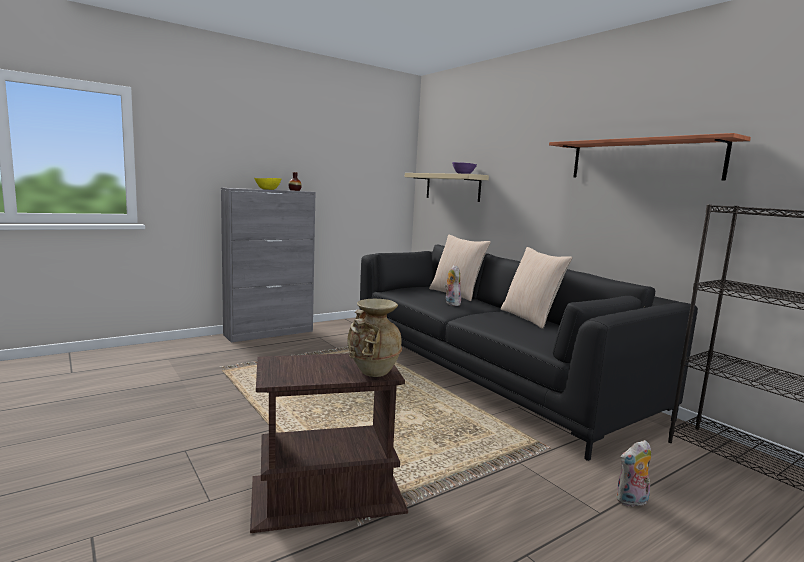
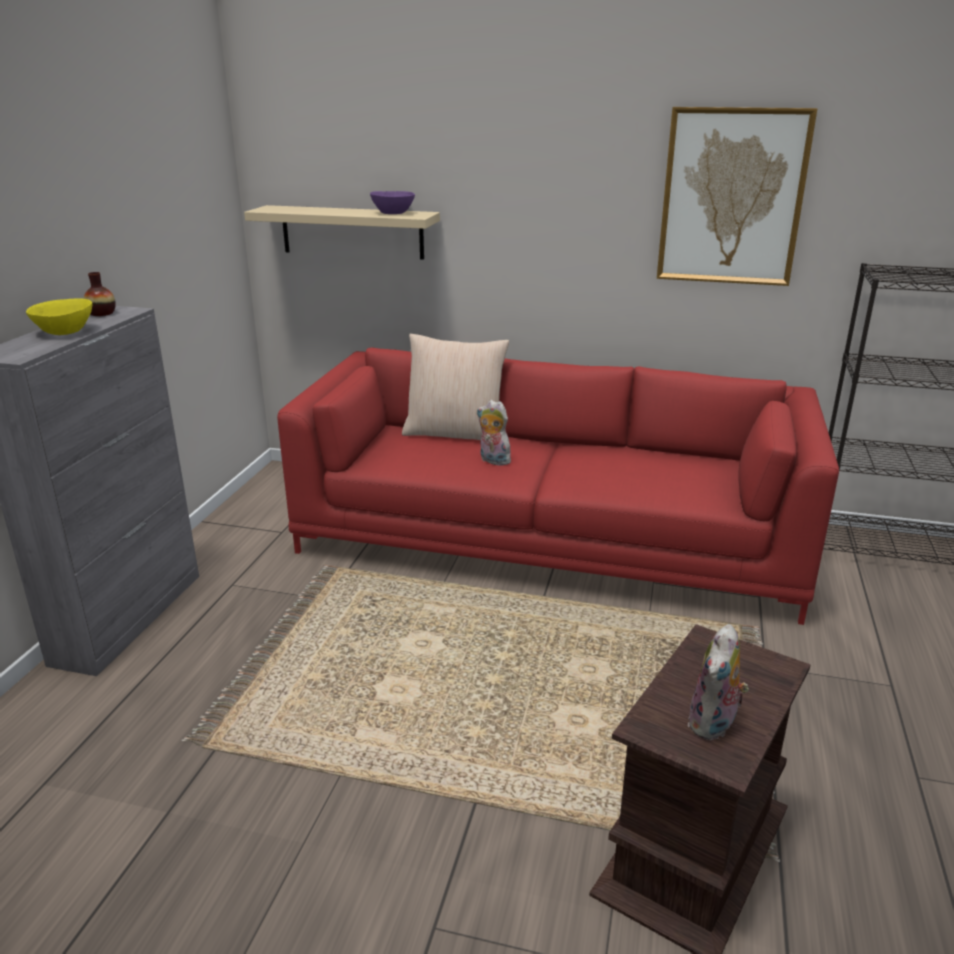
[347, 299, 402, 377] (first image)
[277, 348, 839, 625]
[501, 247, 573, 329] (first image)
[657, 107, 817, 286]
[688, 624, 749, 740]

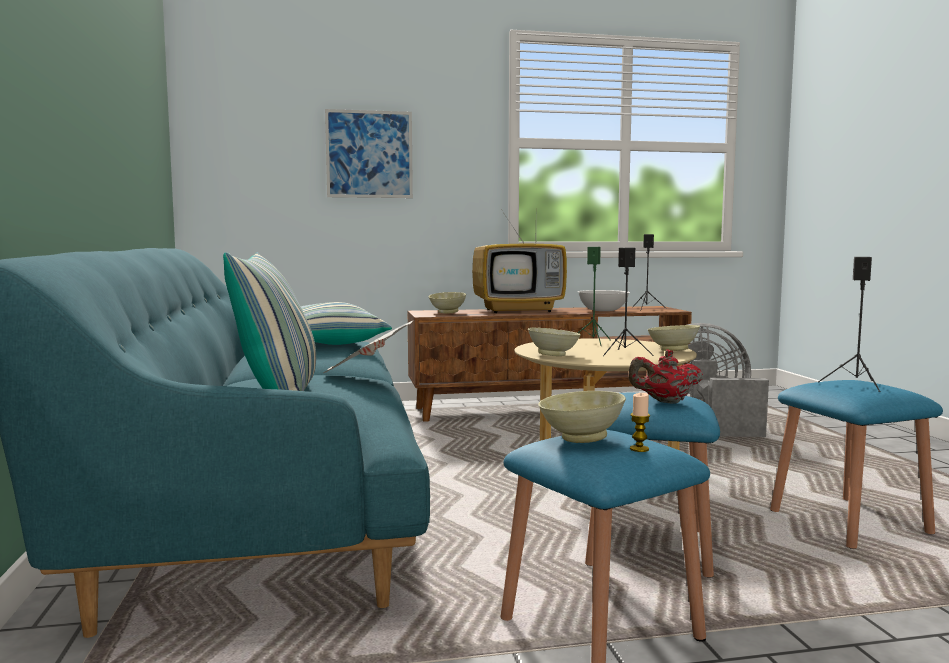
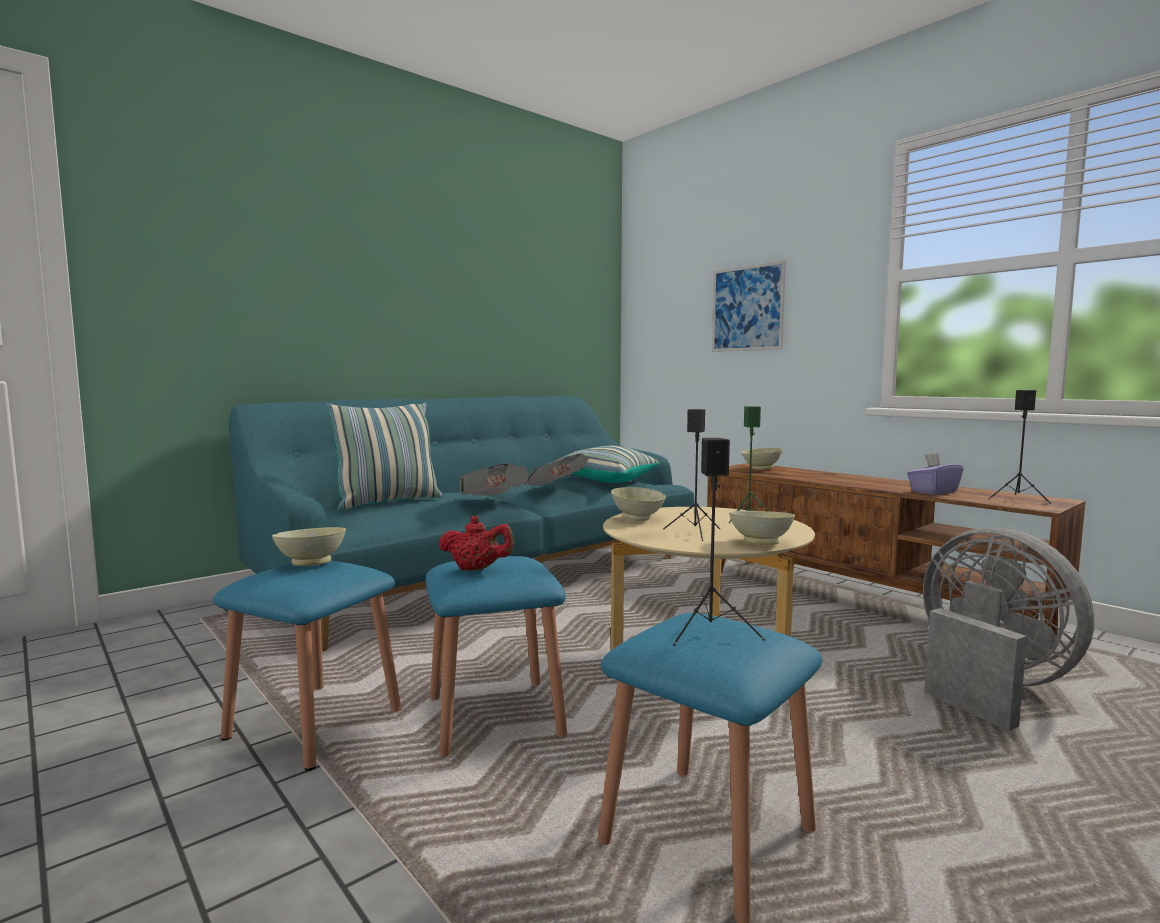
[472, 218, 567, 313] (first image)
[907, 453, 964, 495]
[439, 516, 514, 571]
[630, 393, 650, 452] (first image)
[522, 454, 590, 486]

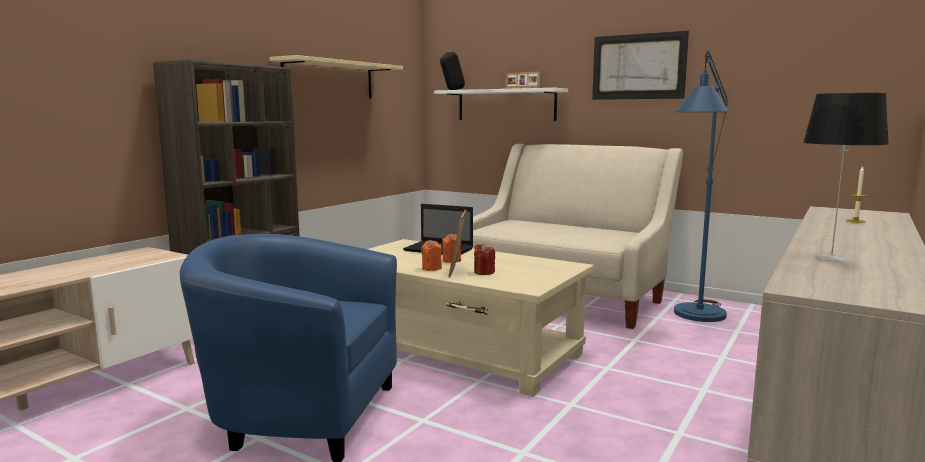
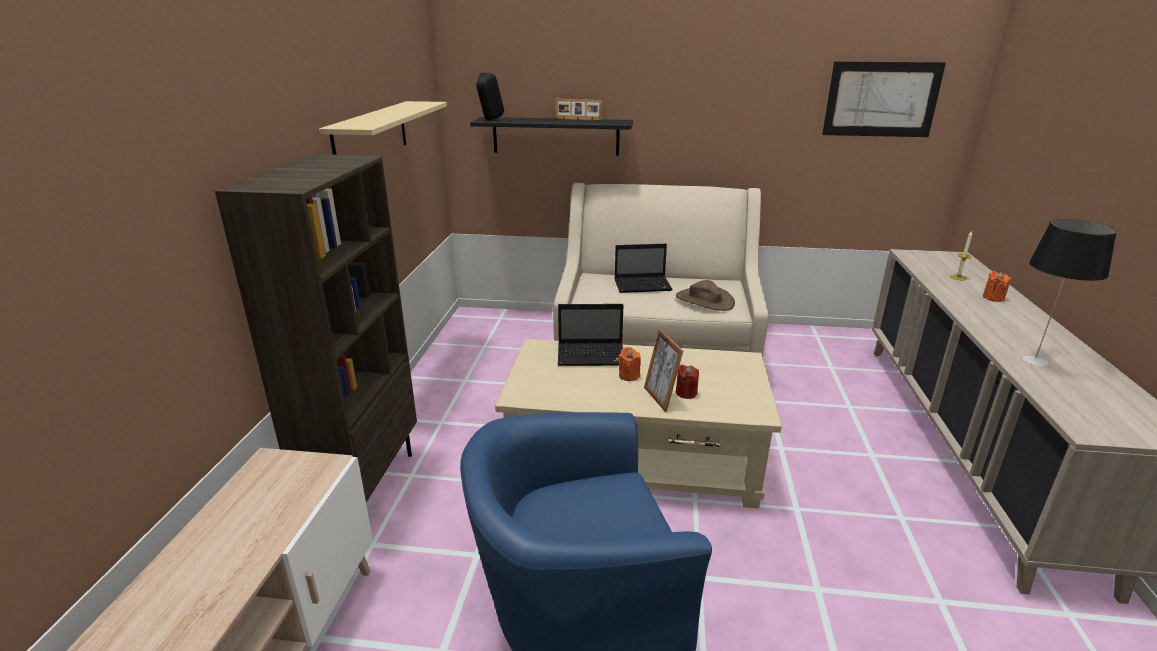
[983, 271, 1011, 302]
[470, 117, 633, 156]
[822, 62, 946, 137]
[674, 50, 730, 322] (first image)
[614, 244, 673, 293]
[676, 280, 735, 311]

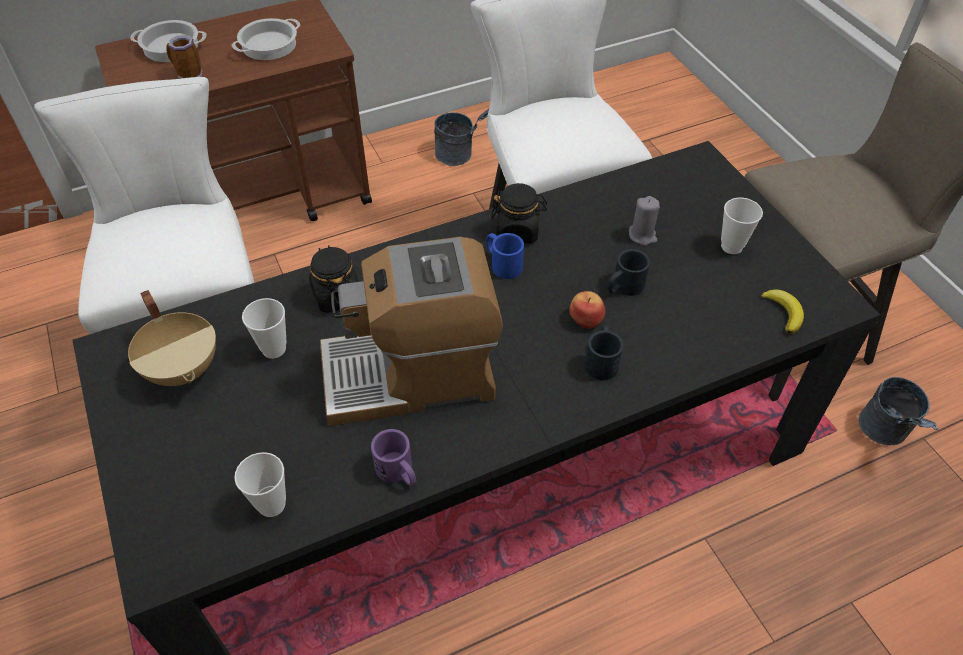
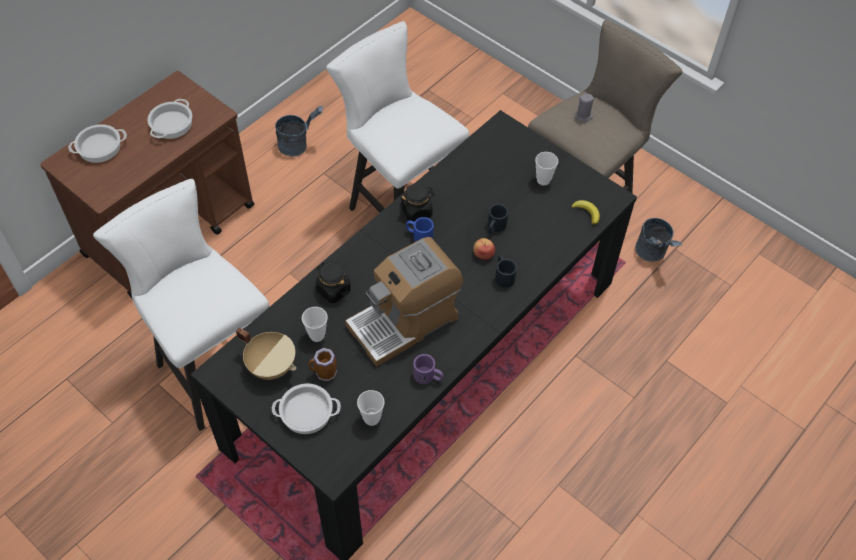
[308, 348, 337, 381]
[575, 93, 594, 122]
[272, 383, 341, 434]

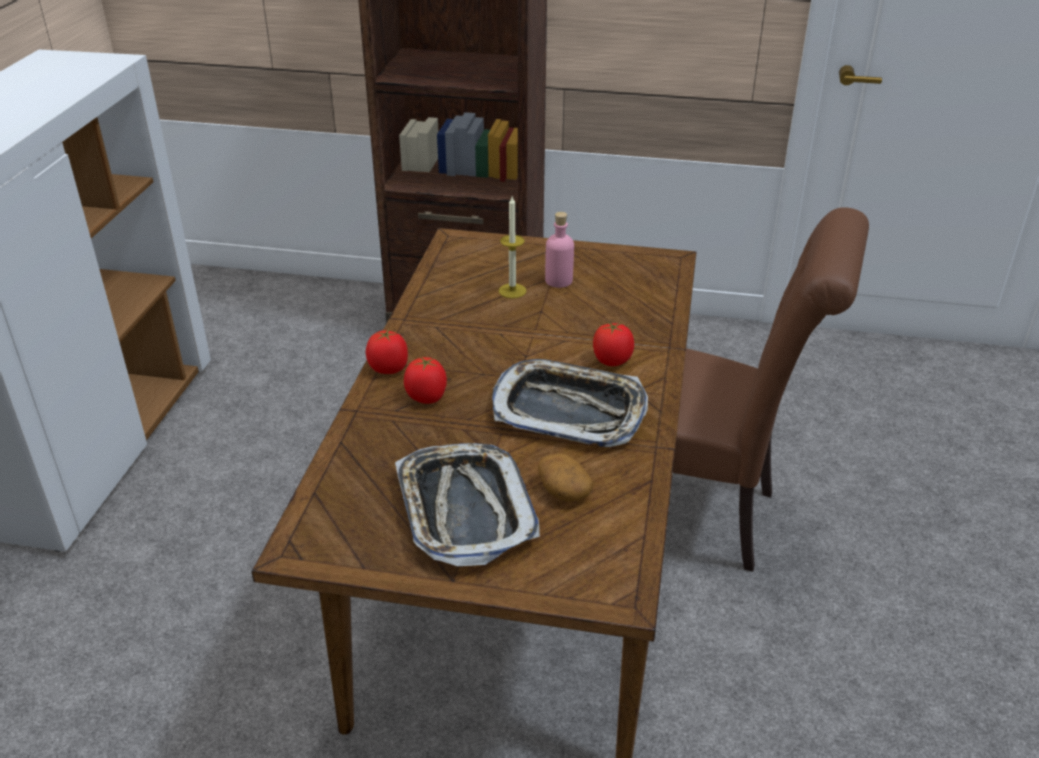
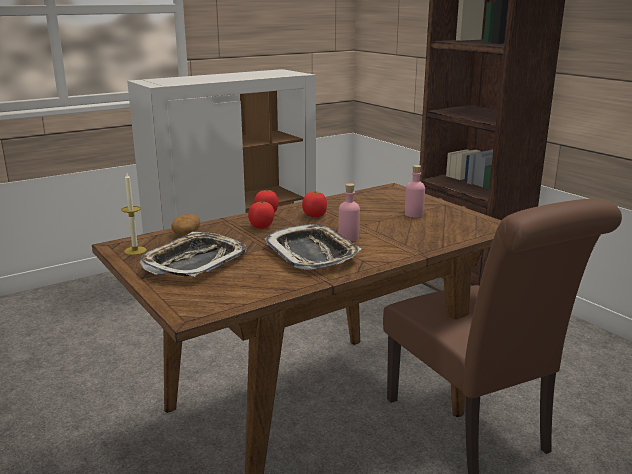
[121, 173, 147, 255]
[171, 214, 200, 236]
[302, 191, 327, 217]
[338, 183, 360, 241]

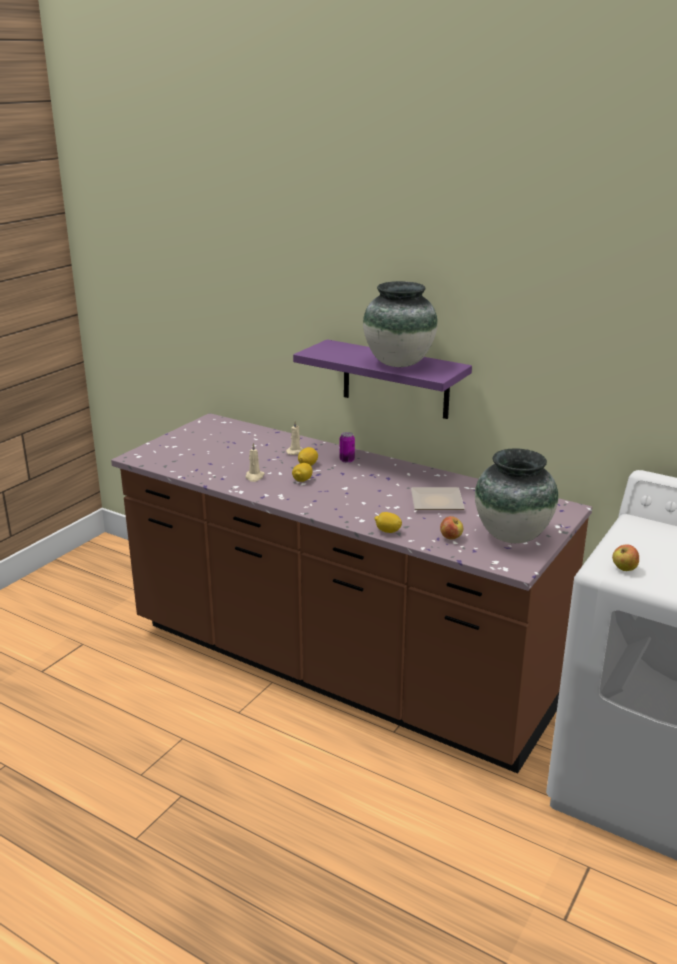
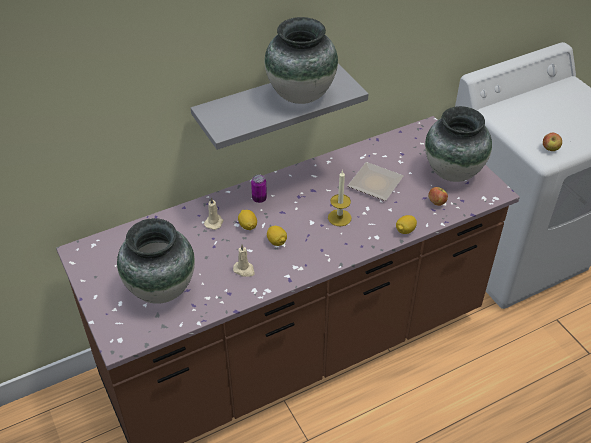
[191, 64, 369, 150]
[117, 218, 195, 304]
[328, 170, 352, 226]

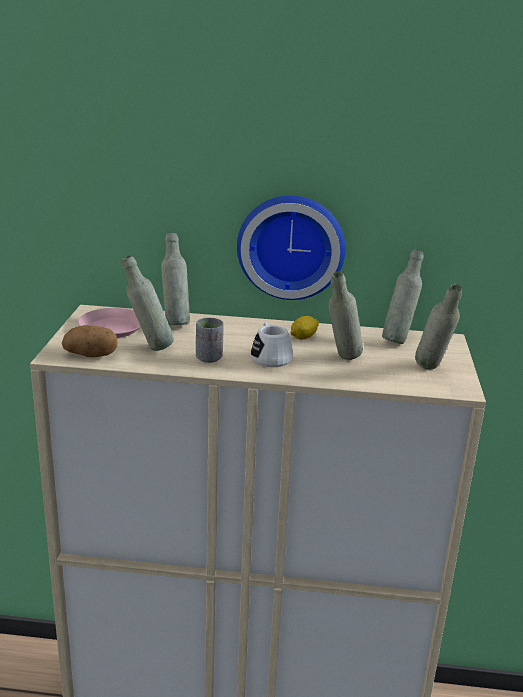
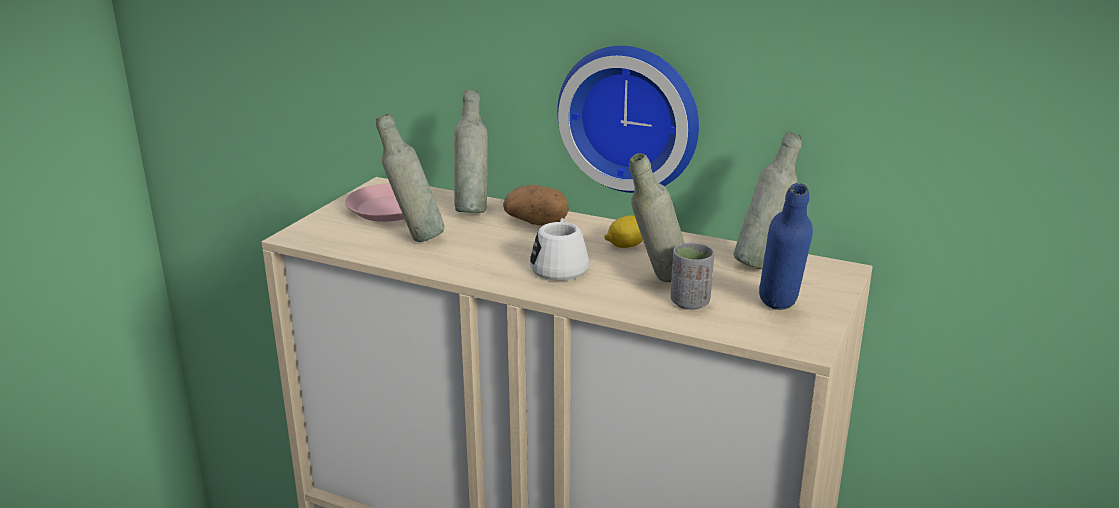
[503, 185, 569, 226]
[671, 242, 714, 310]
[759, 183, 813, 310]

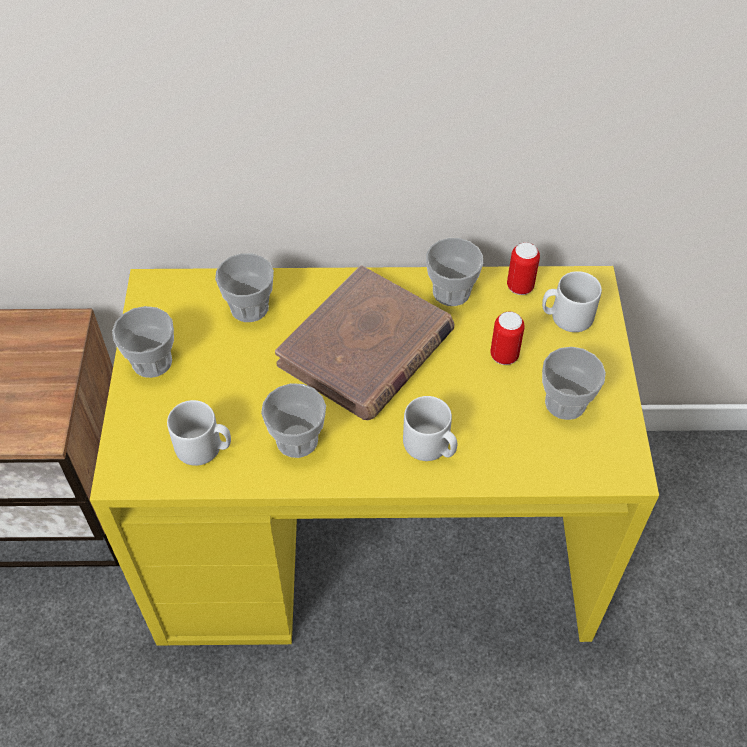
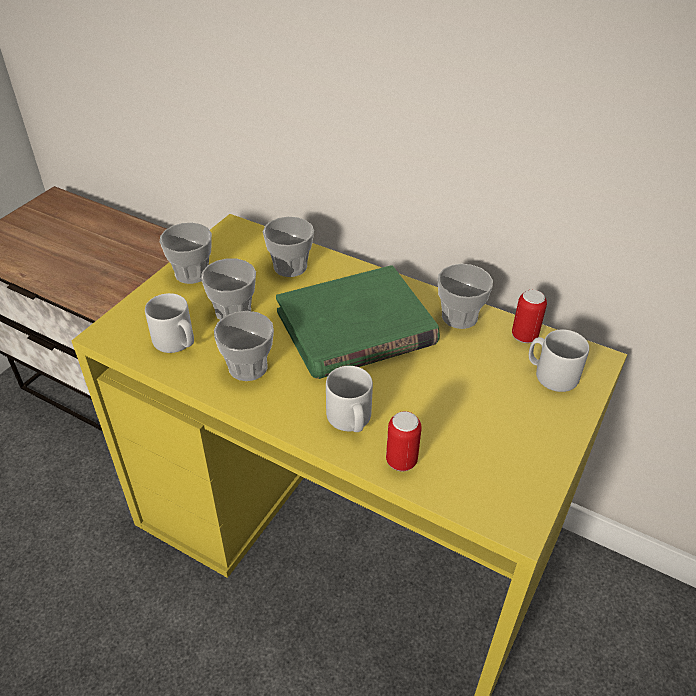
[276, 265, 440, 379]
[386, 411, 422, 471]
[201, 258, 256, 320]

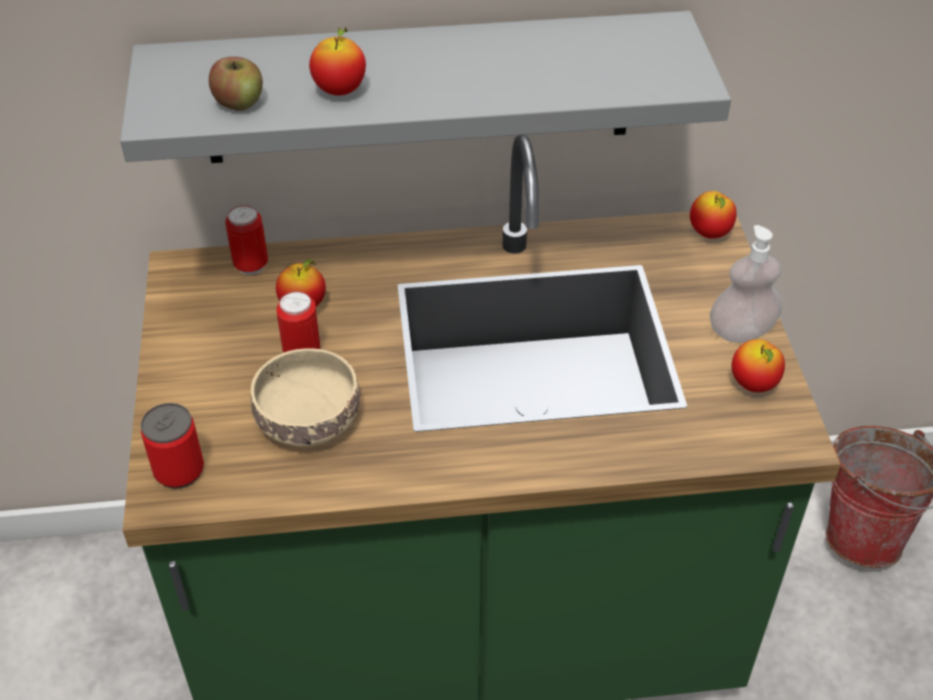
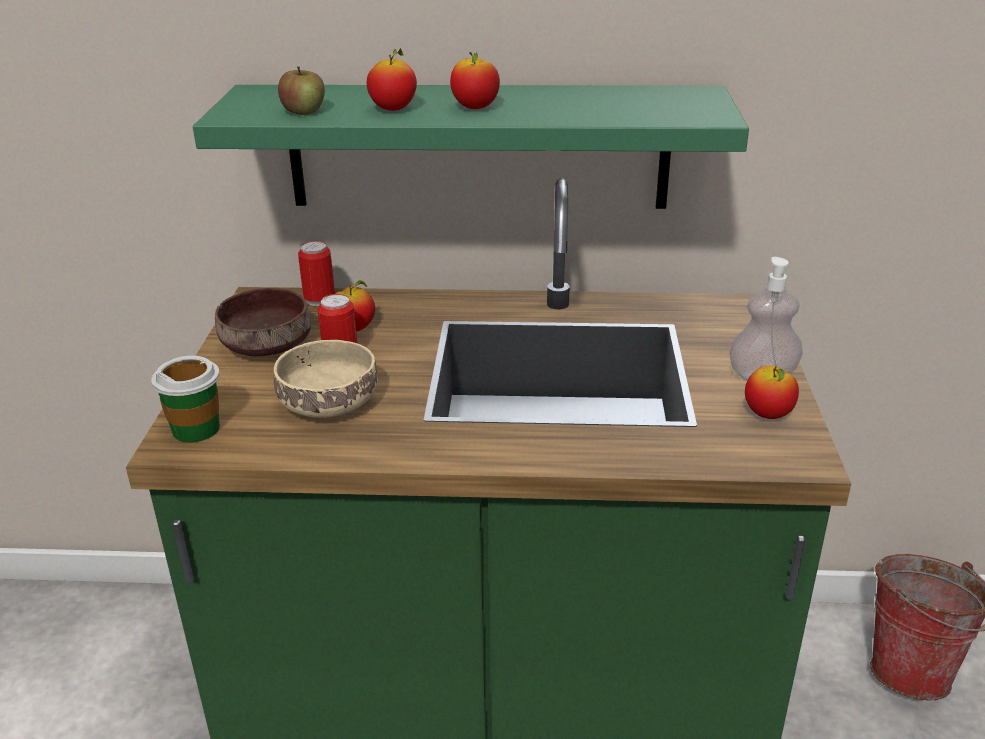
[193, 85, 749, 209]
[151, 356, 220, 443]
[450, 52, 500, 109]
[215, 288, 311, 356]

